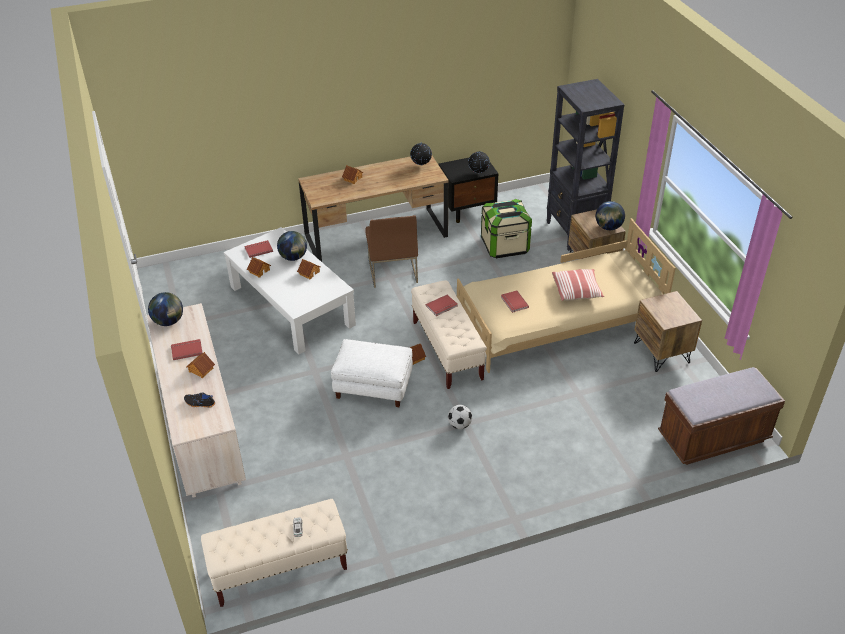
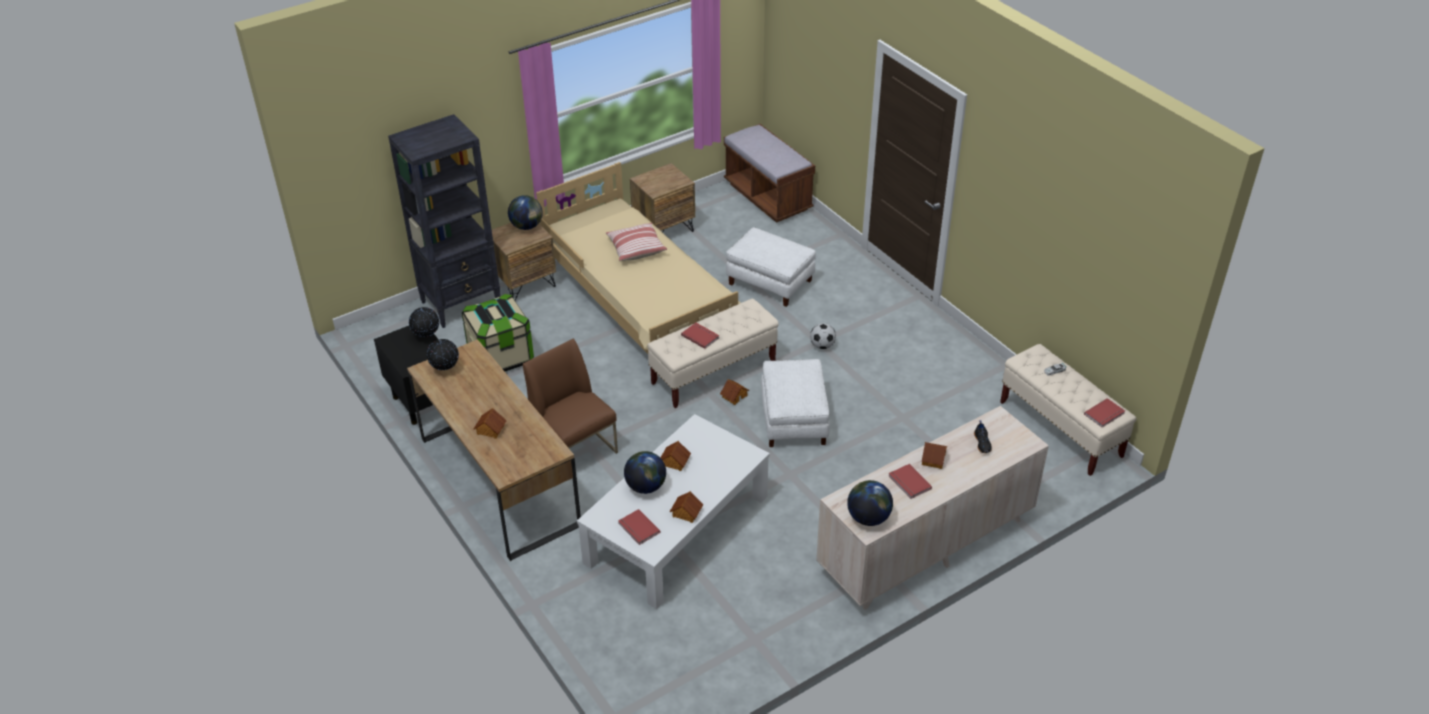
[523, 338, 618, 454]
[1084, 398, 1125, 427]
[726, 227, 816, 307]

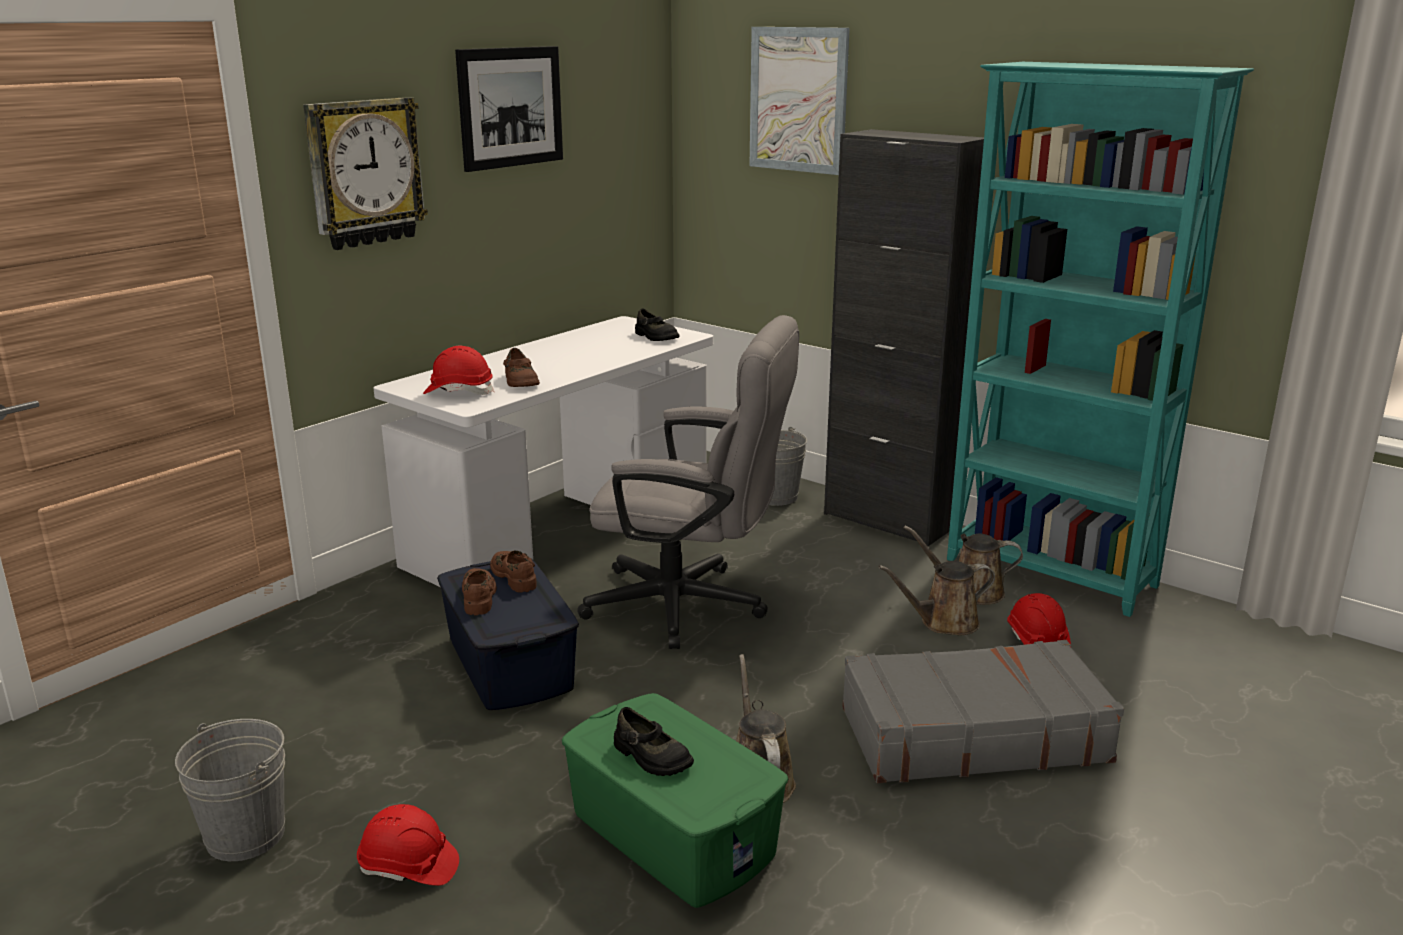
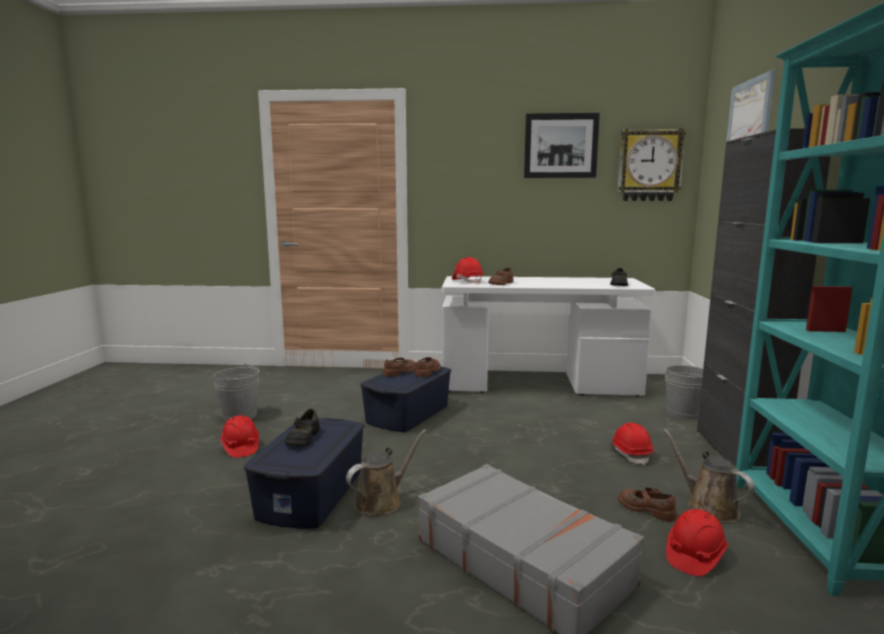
[617, 128, 686, 201]
[244, 418, 364, 528]
[577, 315, 799, 649] (first image)
[618, 488, 677, 522]
[610, 423, 653, 465]

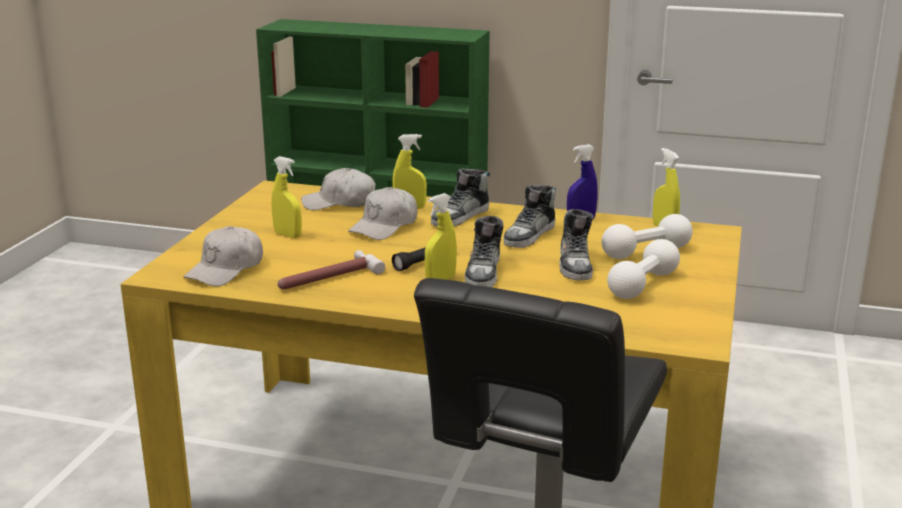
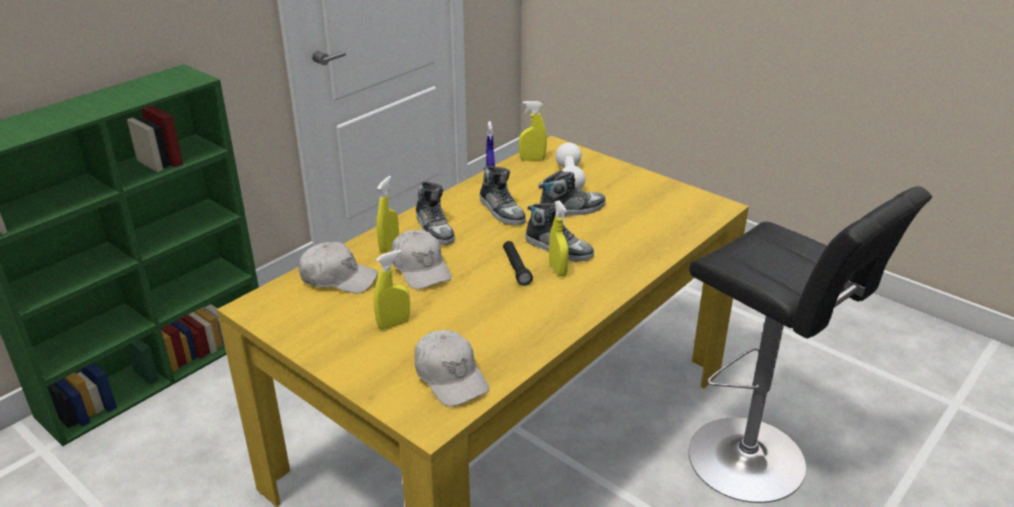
[278, 250, 385, 289] (first image)
[299, 242, 378, 293]
[538, 170, 606, 217]
[607, 239, 680, 299] (first image)

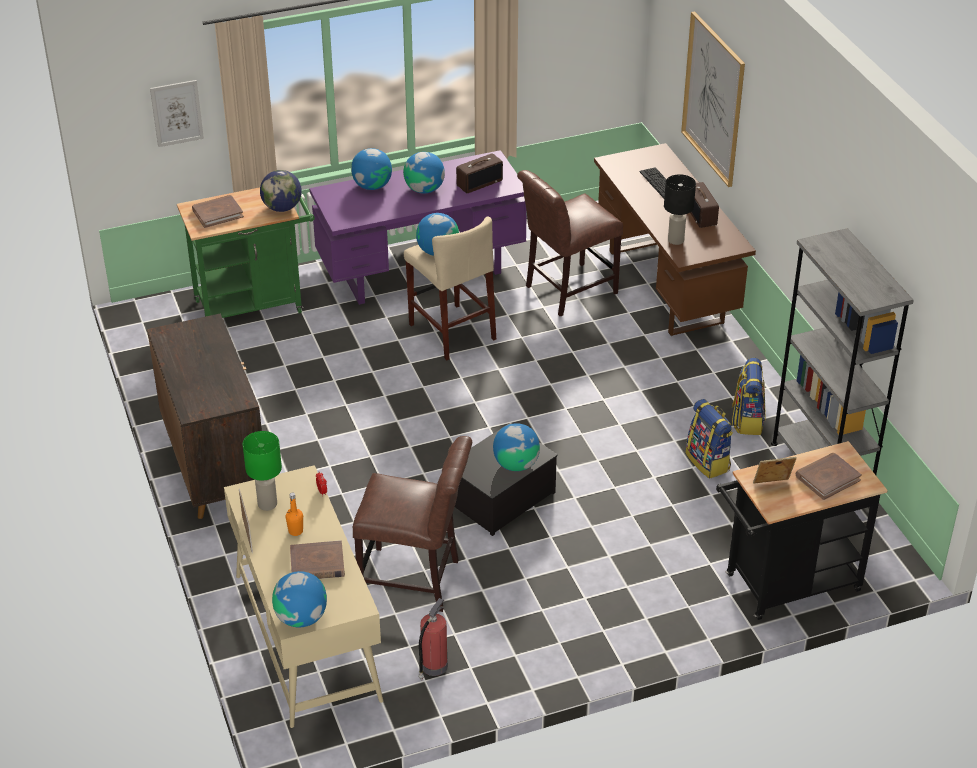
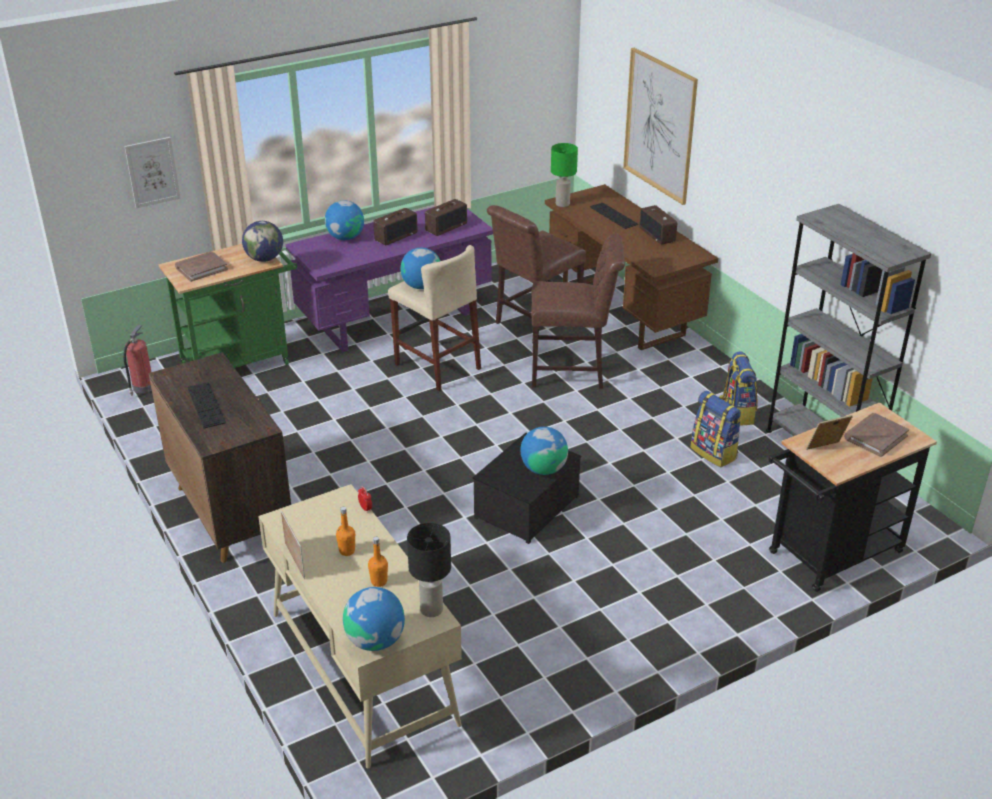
[551, 143, 578, 207]
[368, 537, 388, 587]
[531, 233, 625, 388]
[373, 208, 417, 245]
[123, 325, 152, 396]
[407, 523, 451, 617]
[187, 382, 226, 428]

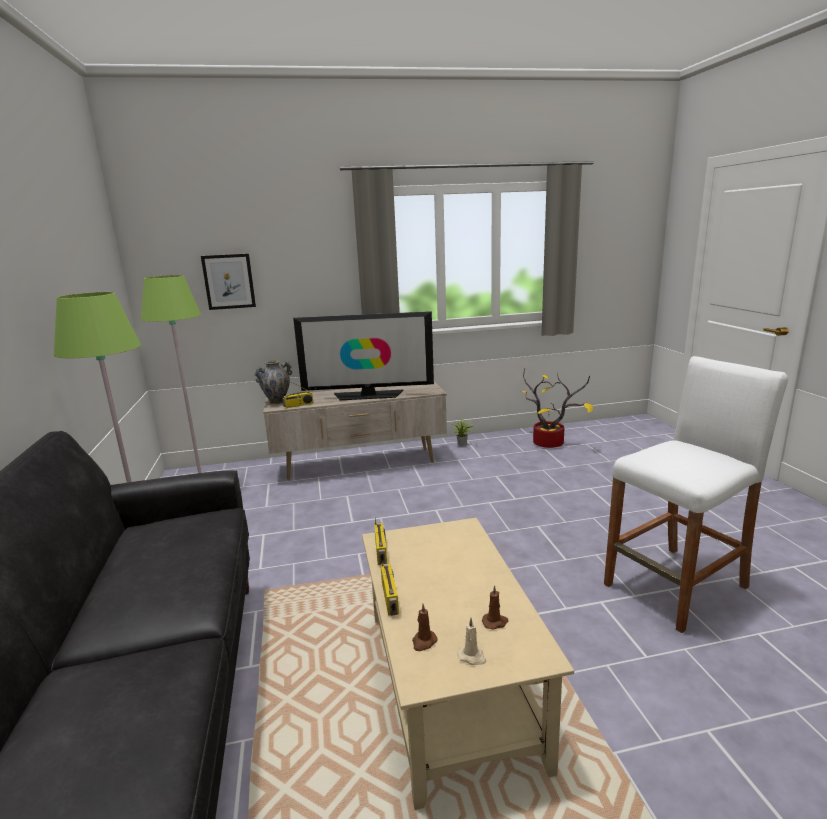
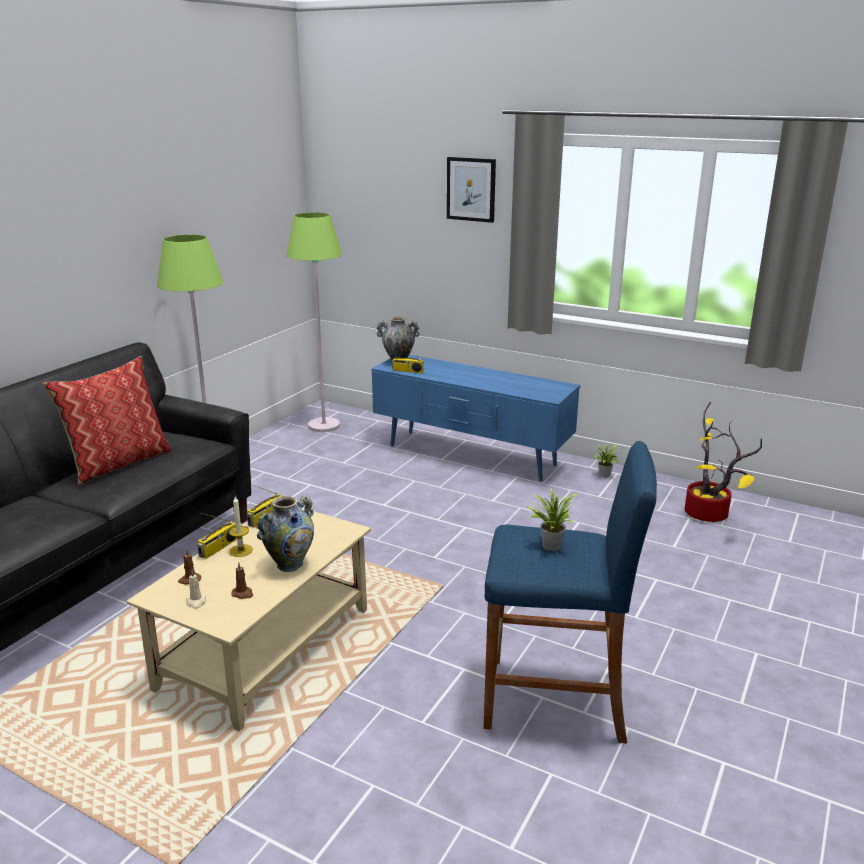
[447, 157, 496, 223]
[371, 355, 580, 481]
[293, 311, 434, 400] (first image)
[483, 441, 657, 744]
[43, 356, 172, 485]
[229, 497, 253, 557]
[256, 496, 314, 572]
[527, 488, 578, 551]

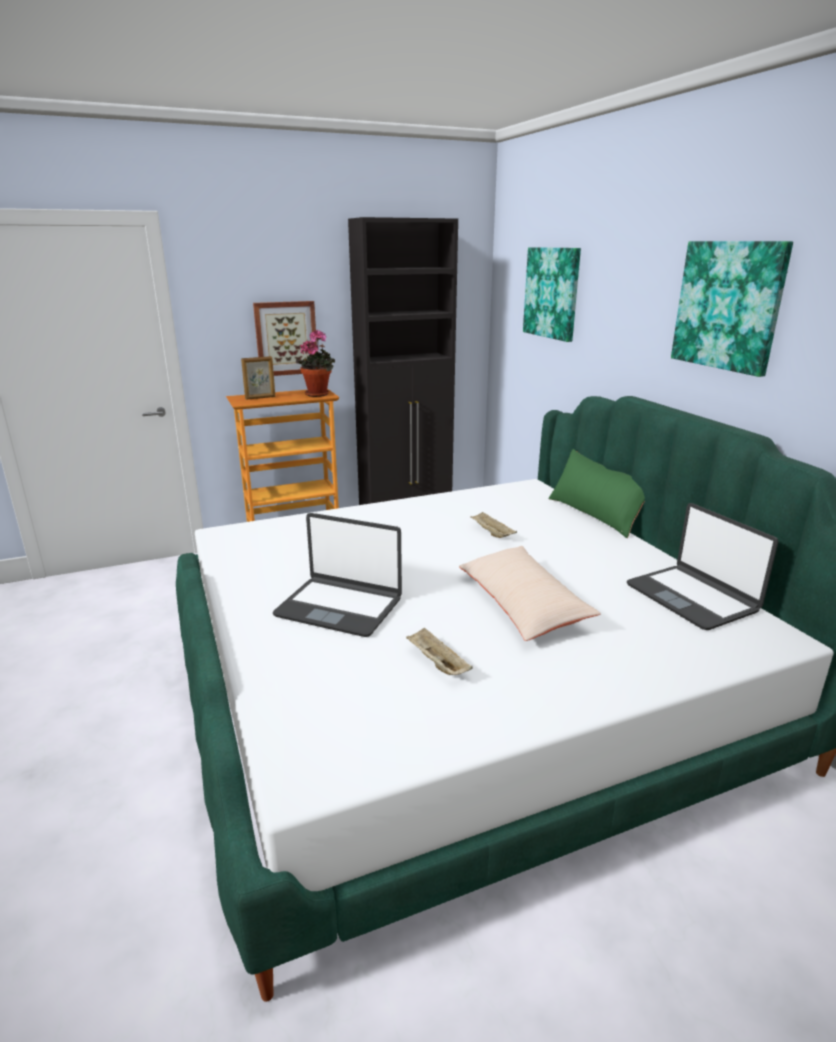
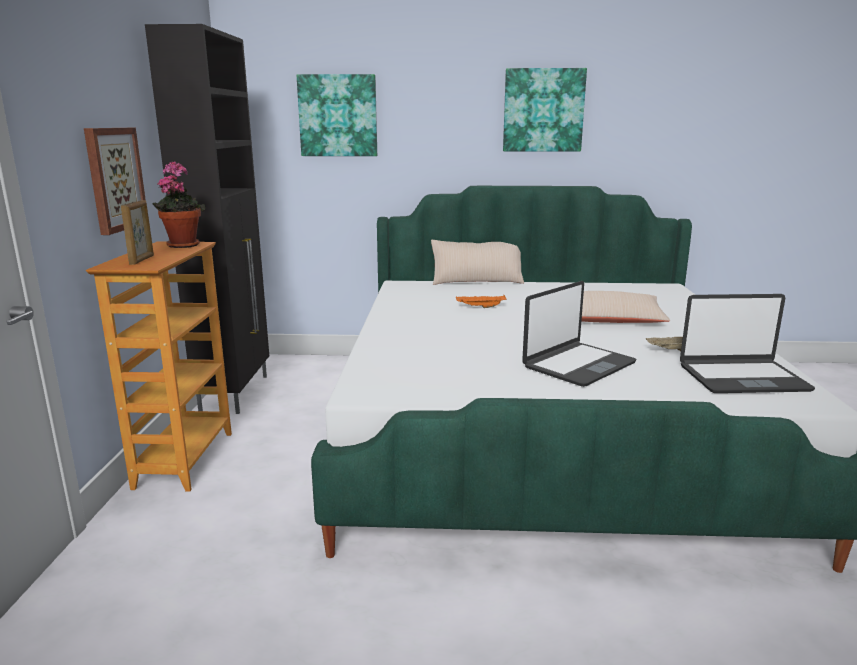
[456, 295, 507, 308]
[431, 240, 524, 285]
[680, 294, 815, 393]

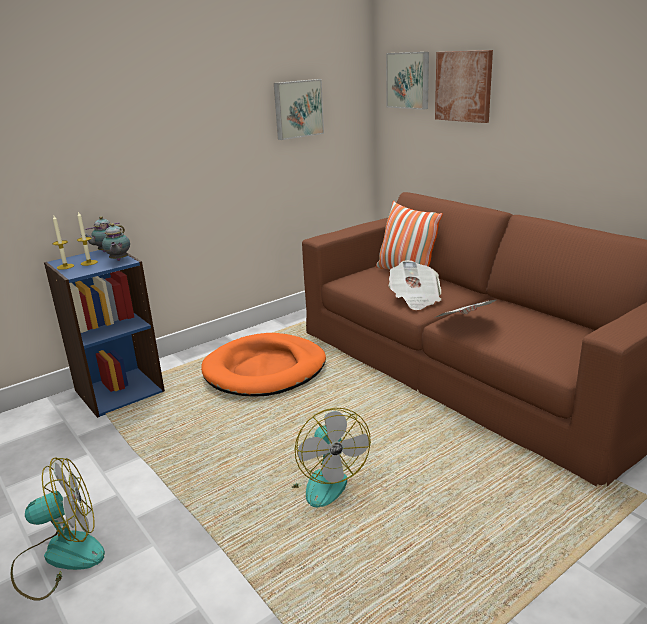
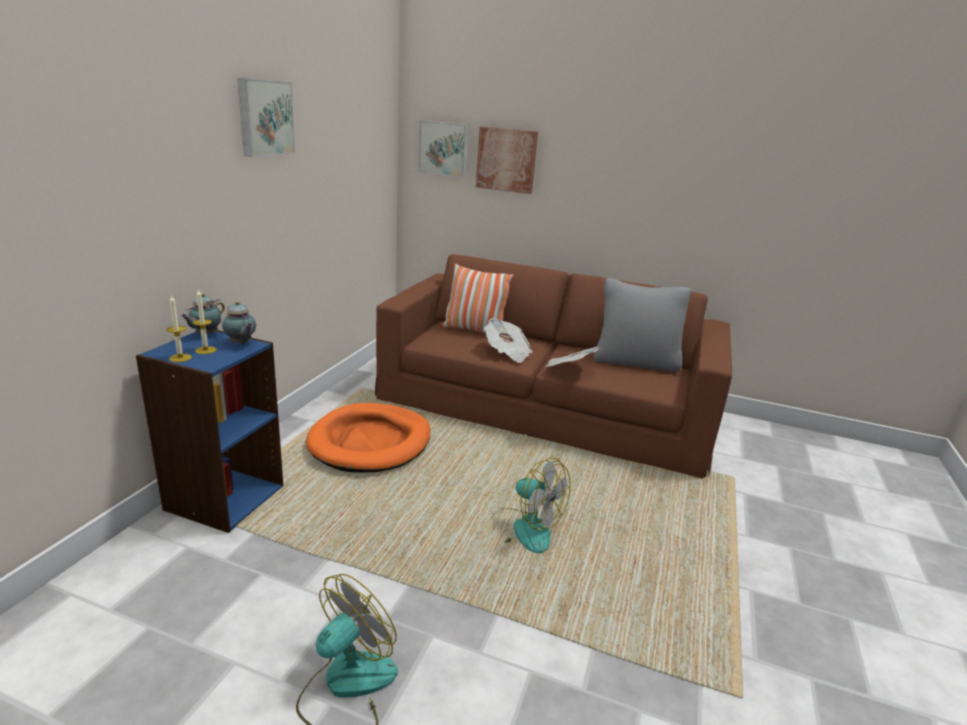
[237, 78, 295, 157]
[594, 278, 691, 372]

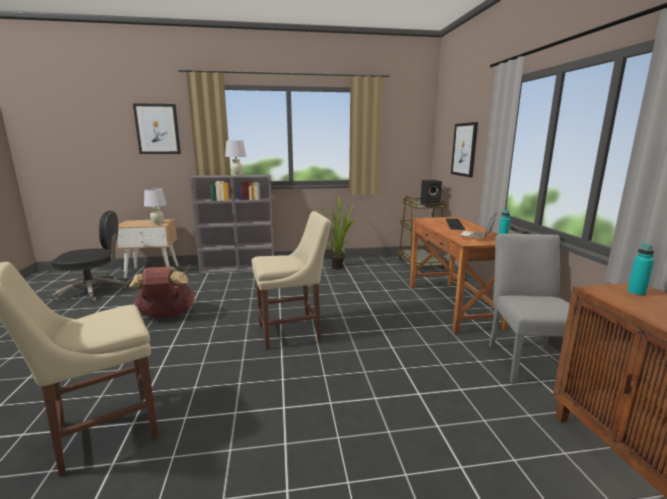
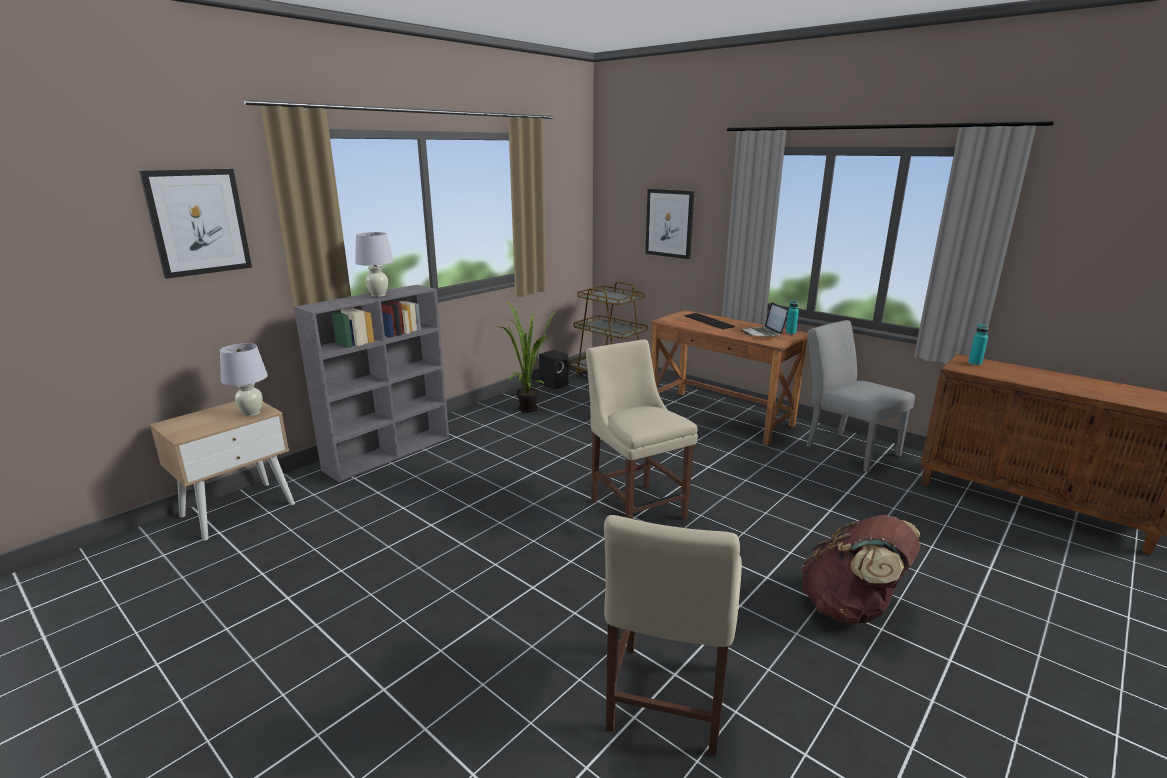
[51, 211, 128, 302] (first image)
[801, 515, 921, 625]
[586, 339, 698, 520]
[539, 350, 570, 390]

